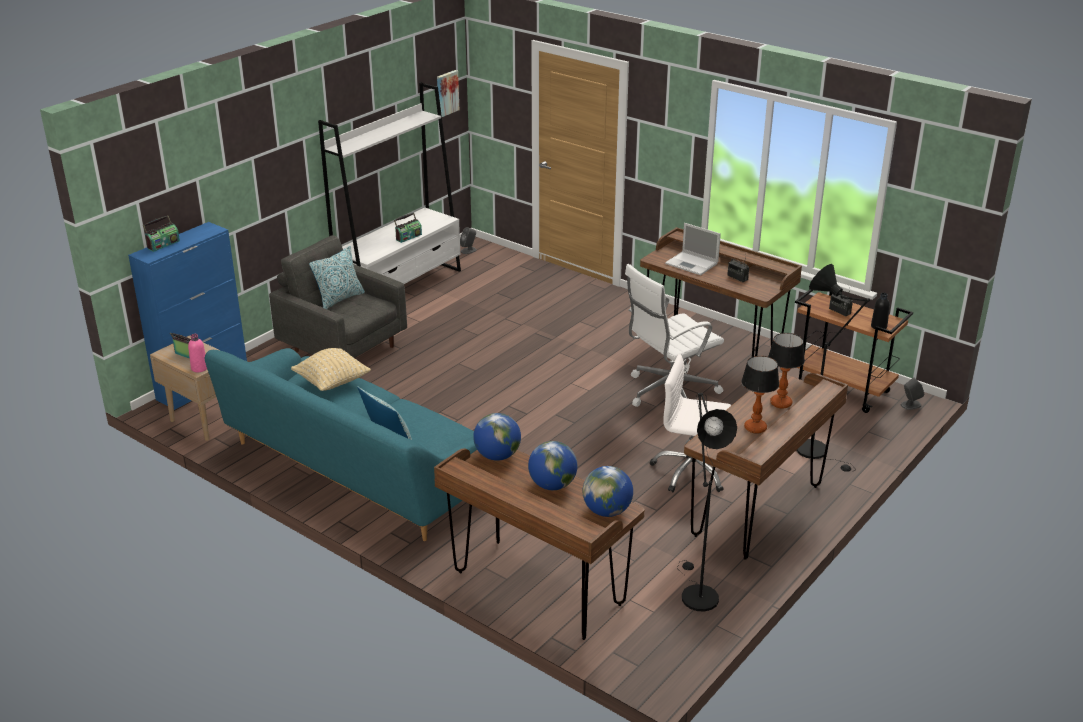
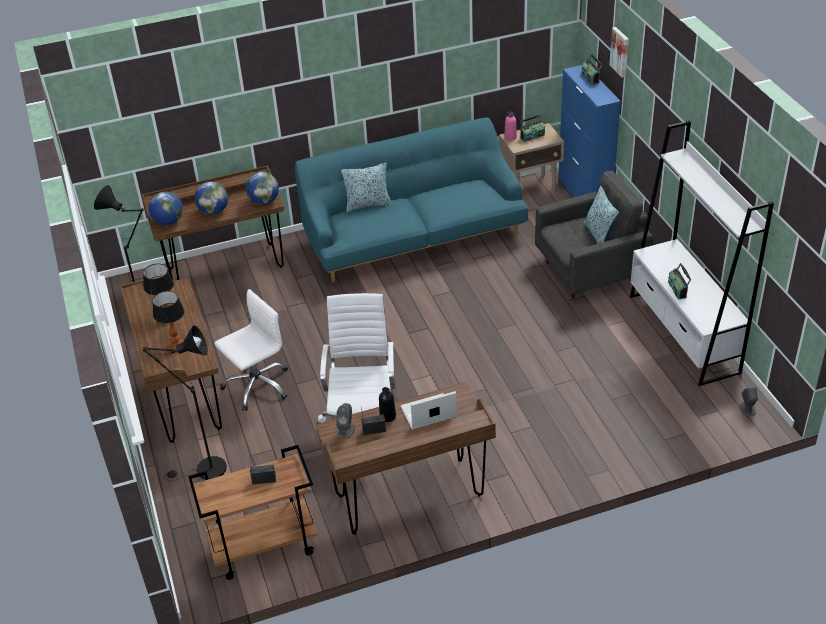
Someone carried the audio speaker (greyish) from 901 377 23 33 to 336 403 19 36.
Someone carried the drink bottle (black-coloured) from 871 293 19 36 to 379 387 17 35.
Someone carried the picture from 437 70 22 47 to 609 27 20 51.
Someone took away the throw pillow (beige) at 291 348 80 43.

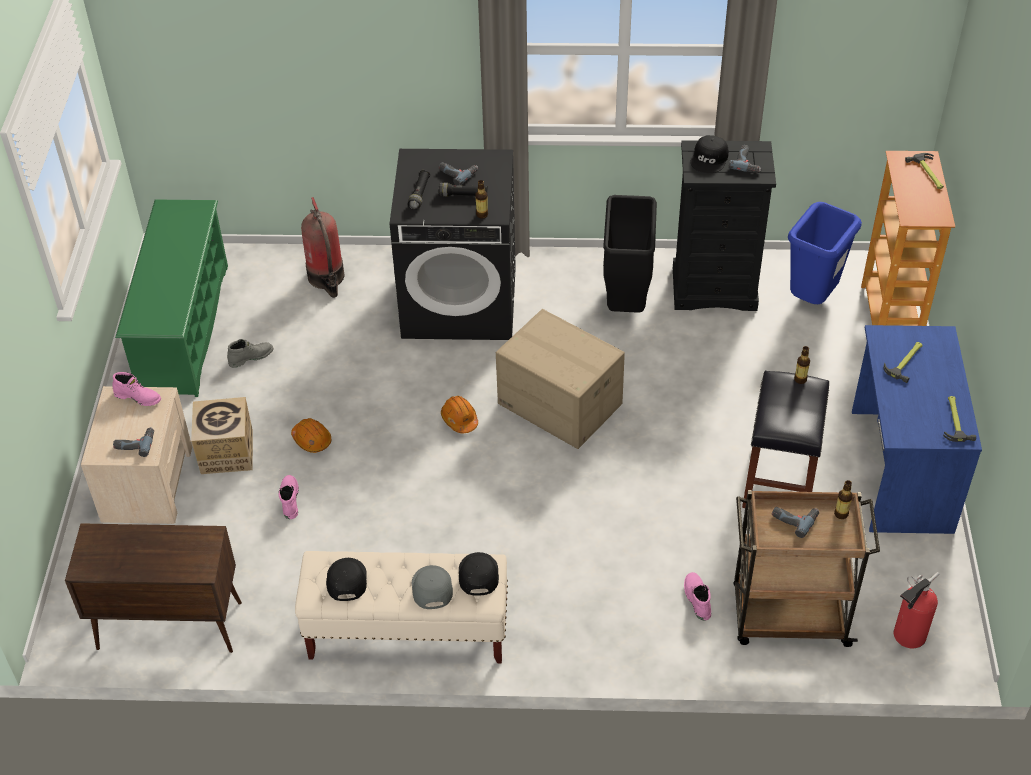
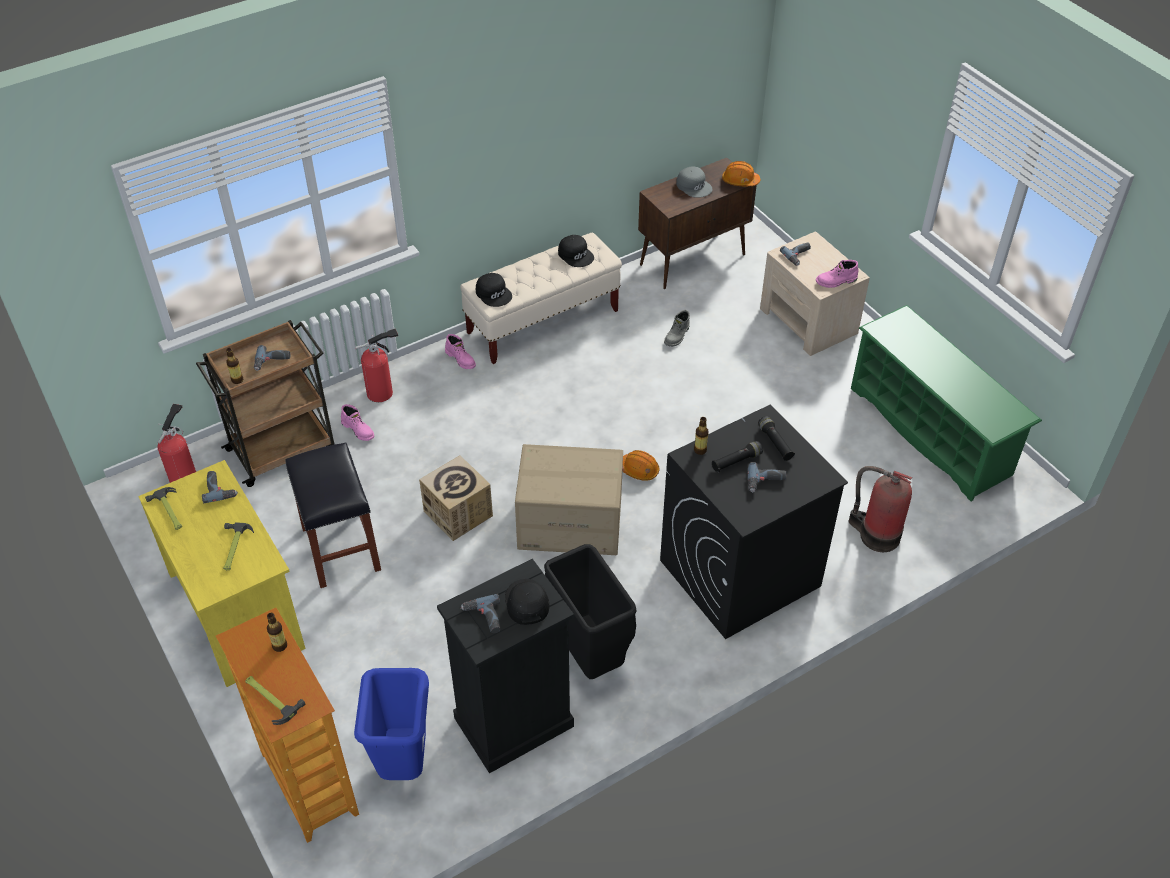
Someone repainted the desk (blue) at 852 325 130 209, which became the desk (yellow-coloured) at 138 460 168 227.
Someone put down the power drill at 202 471 36 32.
Someone carried the drink bottle from 794 346 16 38 to 267 613 20 39.
Someone put down the fire-fighting cylinder at 355 329 43 73.
Someone carried the packing box from 191 397 62 77 to 419 455 74 86.
Someone carried the boot (pinkish) from 278 475 21 44 to 445 334 31 35.
Someone carried the boot (greyish) from 227 339 46 29 to 664 310 26 37.
Someone carried the baseball cap (greyish) from 412 565 41 44 to 676 166 36 32.
Someone carried the work helmet (orangey) from 291 418 40 35 to 722 161 38 25.

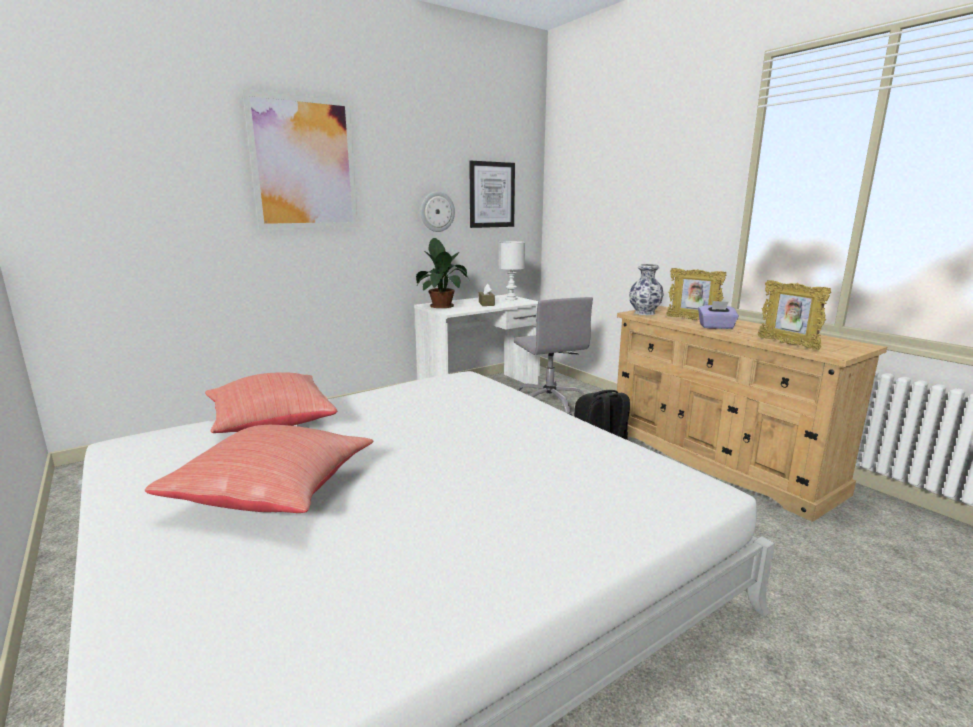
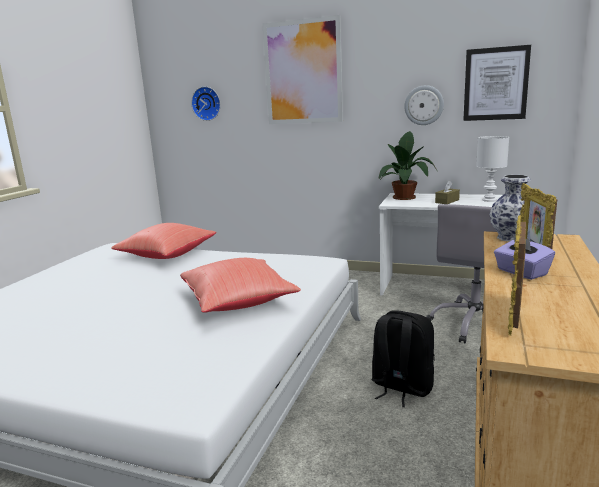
Someone carried the throw pillow (red) from 145 425 228 88 to 180 258 121 55.
Someone put up the clock on the wall at 191 86 30 35.

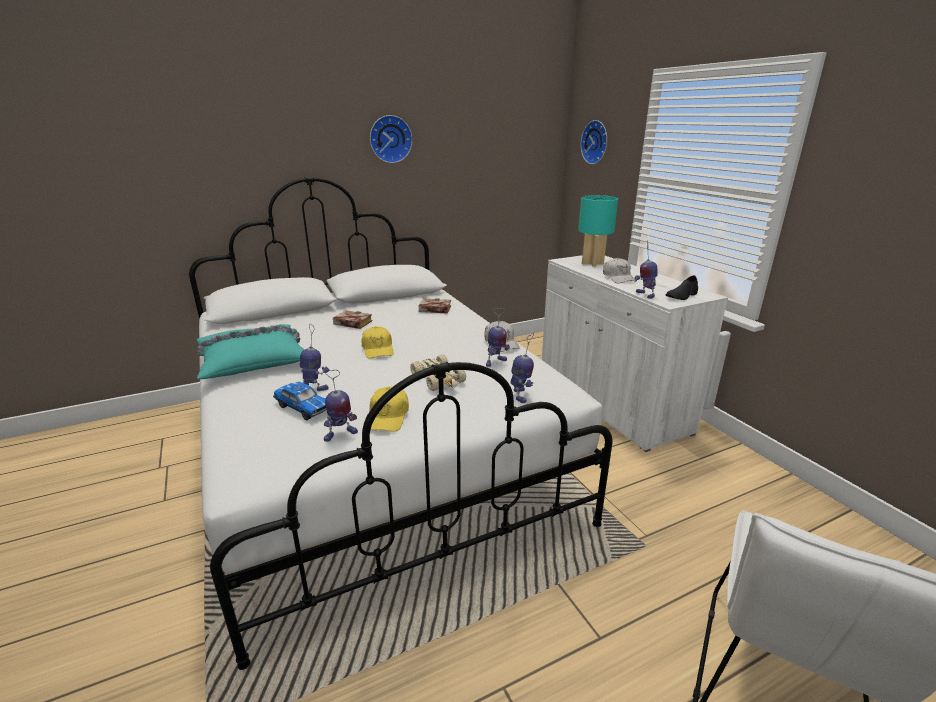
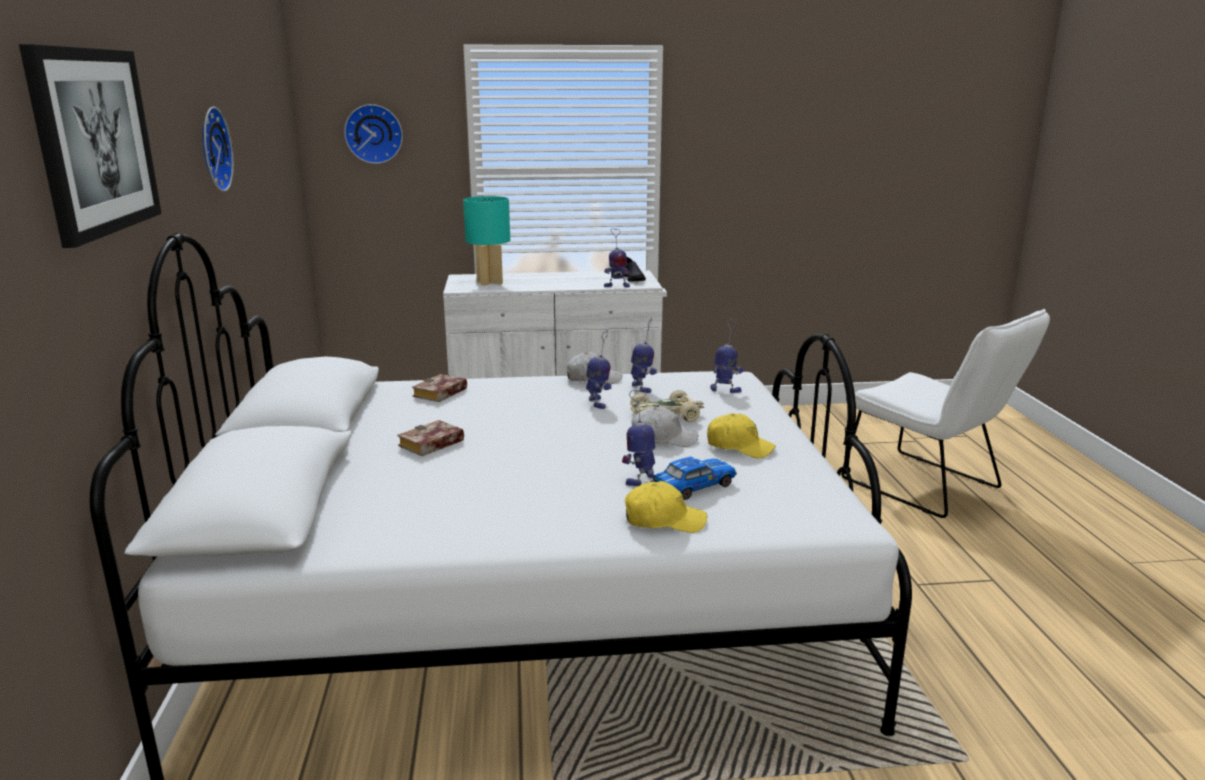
Someone put up the picture at 19 44 143 204.
Someone carried the model robot from 324 369 34 73 to 586 330 26 79.
Someone carried the baseball cap (yellow-coloured) from 361 326 33 33 to 625 481 82 52.
Someone carried the baseball cap (white-coloured) from 603 258 33 25 to 631 407 67 40.
Someone took away the throw pillow (blue-green) at 197 324 107 55.

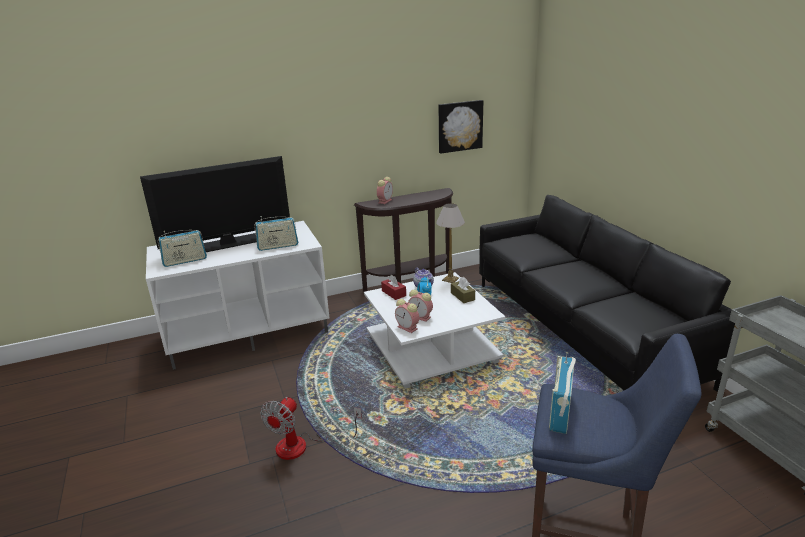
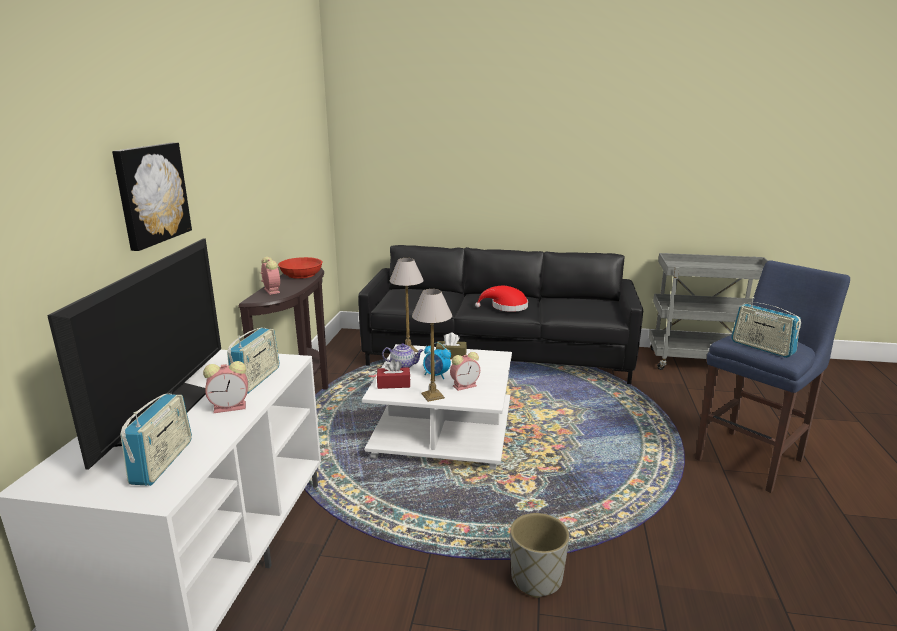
Someone carried the picture from 439 100 44 53 to 112 143 80 108.
Someone carried the alarm clock from 395 299 24 34 to 203 361 45 52.
Someone put down the bowl (red) at 278 257 45 22.
Someone put down the table lamp at 412 289 40 113.
Someone put down the hat (red) at 475 286 53 26.
Someone swapped the electric fan at 260 397 102 63 for the planter (greyish) at 510 513 59 85.

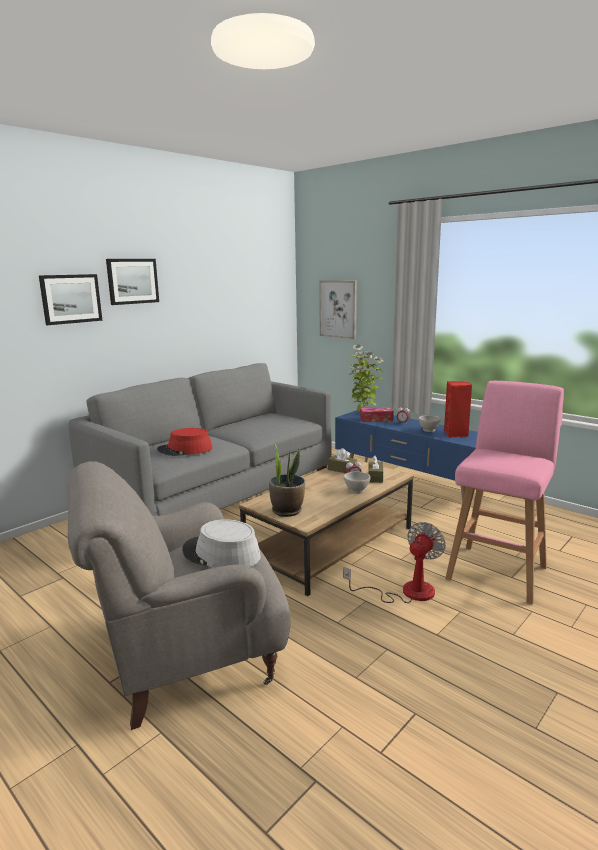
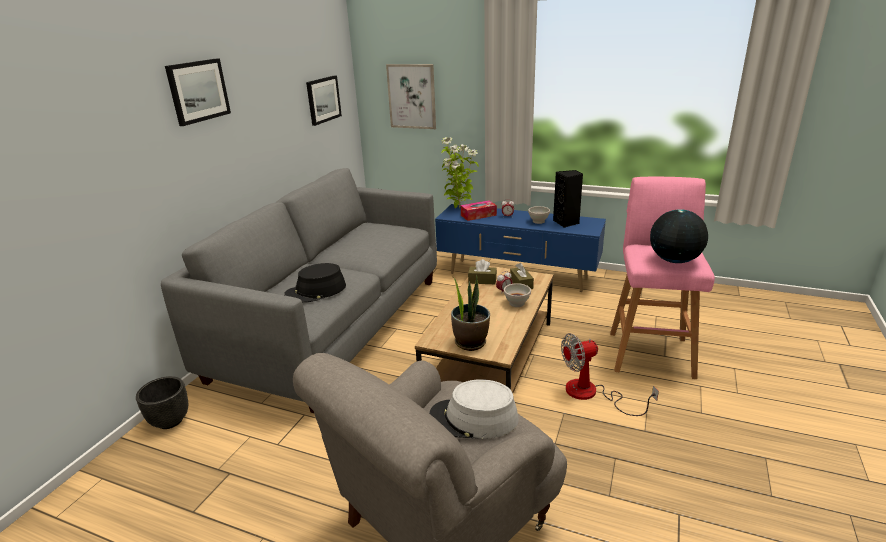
Someone put down the planter (black-coloured) at 136 376 52 53.
Someone repainted the hat (red) at 157 428 55 28, which became the hat (black-coloured) at 284 263 62 40.
Someone carried the picture from 39 274 63 51 to 306 76 36 50.
Someone repainted the audio speaker (red) at 444 381 28 57, which became the audio speaker (black-coloured) at 553 170 30 58.
Someone rotated the electric fan at 343 522 103 81 by 120 degrees counterclockwise.
Someone put down the world globe at 650 209 58 54.

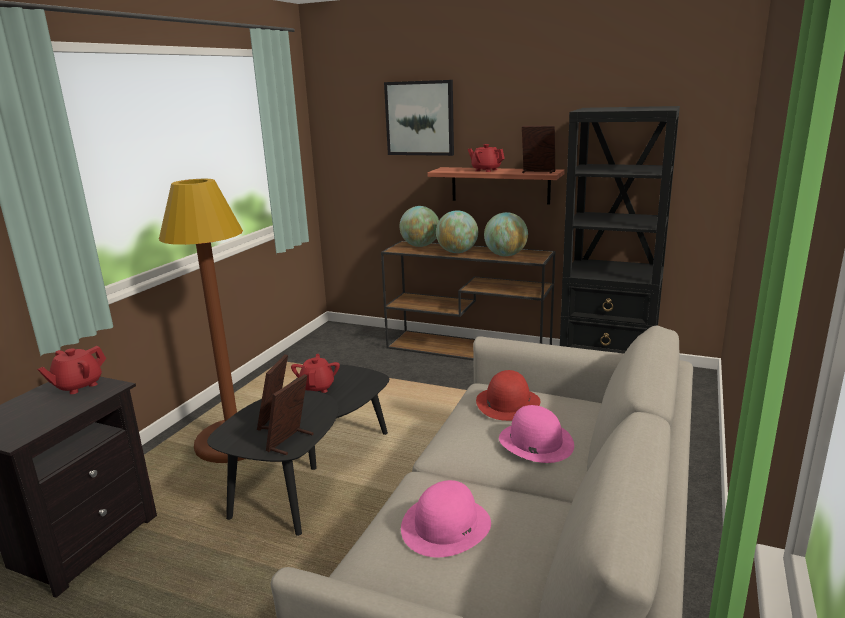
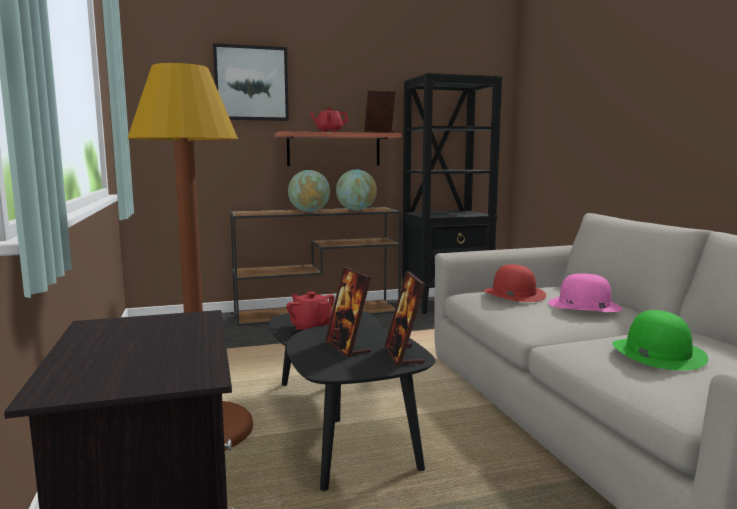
Someone repainted the hat (pinkish) at 401 480 90 77, which became the hat (greenish) at 612 310 96 60.
Someone took away the pot for tea (red) at 37 346 69 48.
Someone took away the world globe at 399 206 40 41.

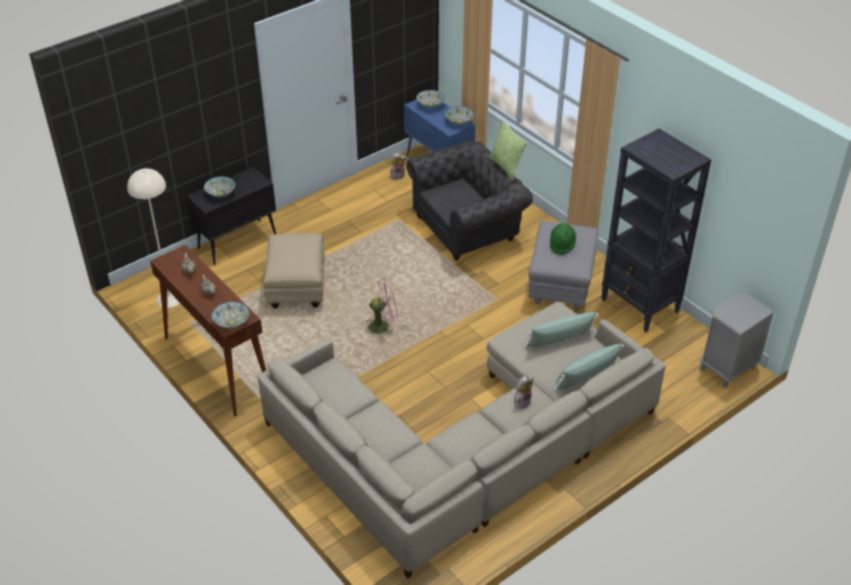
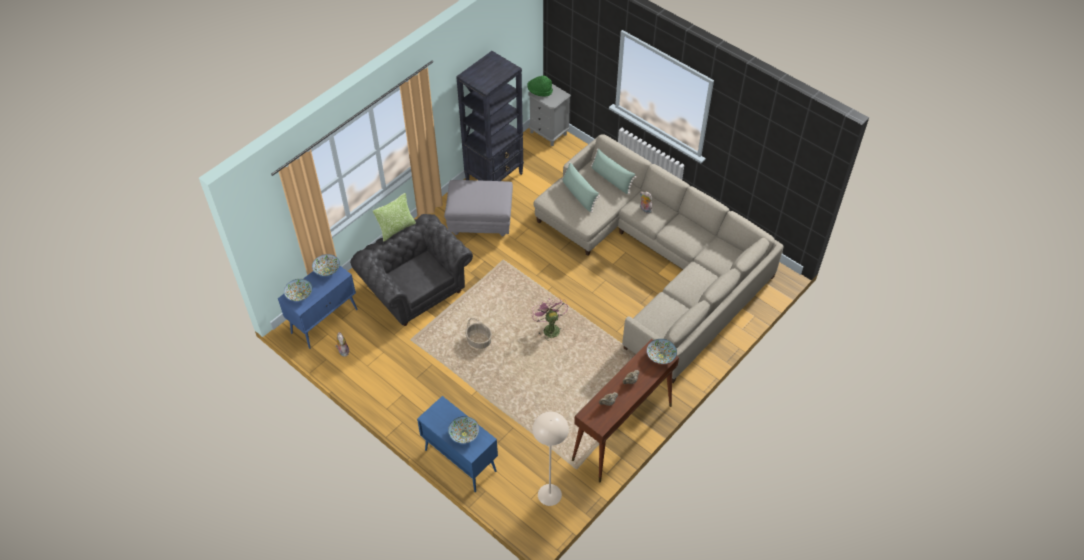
Someone repainted the cupboard (black-coloured) at 187 167 89 98, which became the cupboard (blue) at 417 396 81 96.
Someone put down the storage basket at 465 318 27 31.
Someone carried the hat (greenish) from 550 223 26 32 to 528 76 25 21.
Someone took away the ottoman (beige) at 263 233 62 75.

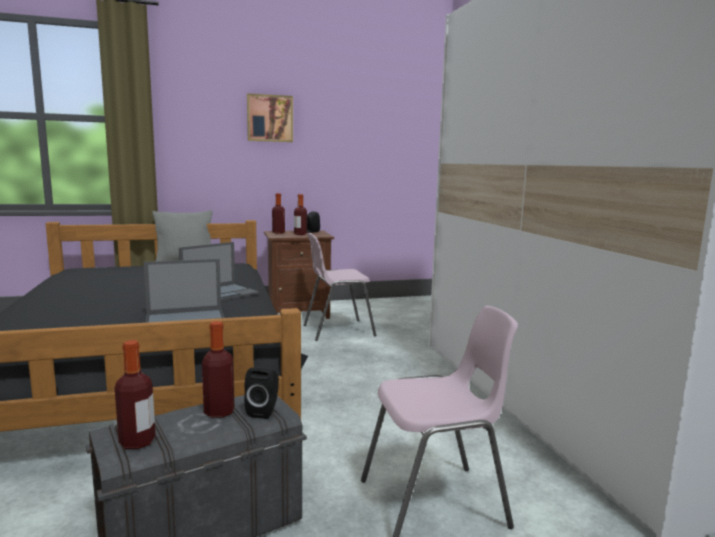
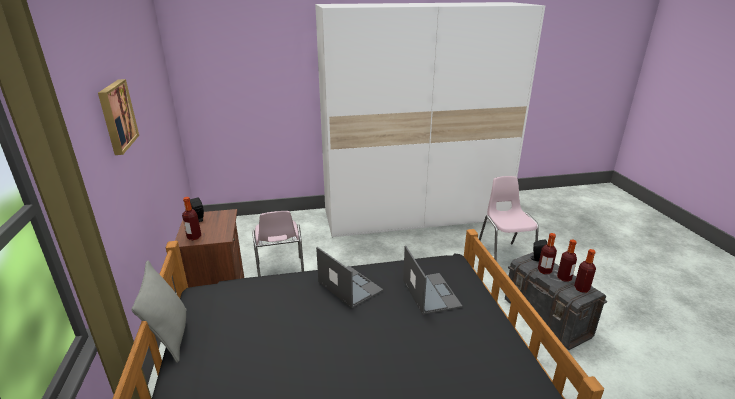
Someone carried the drink bottle from 294 194 13 41 to 557 239 20 43.

